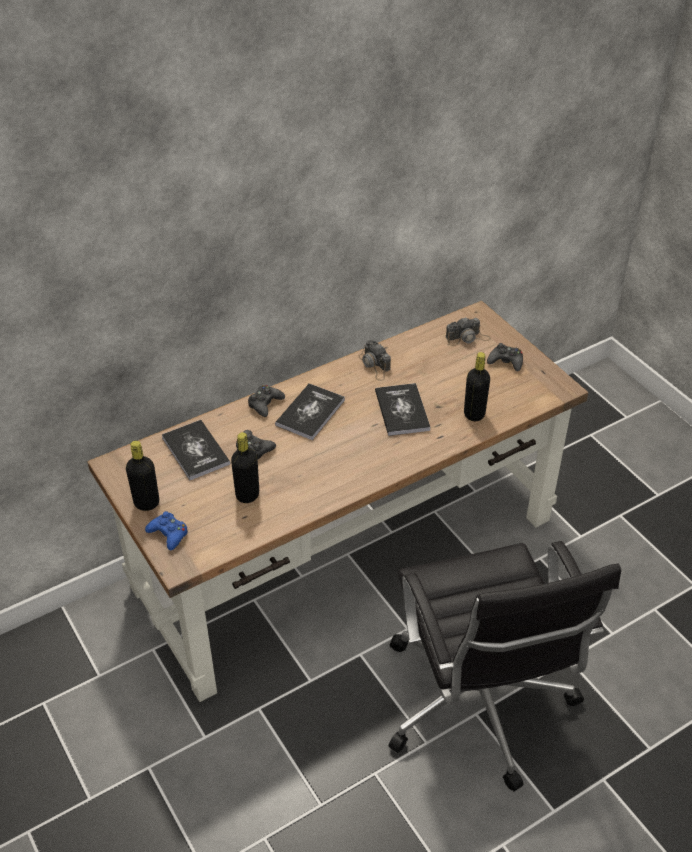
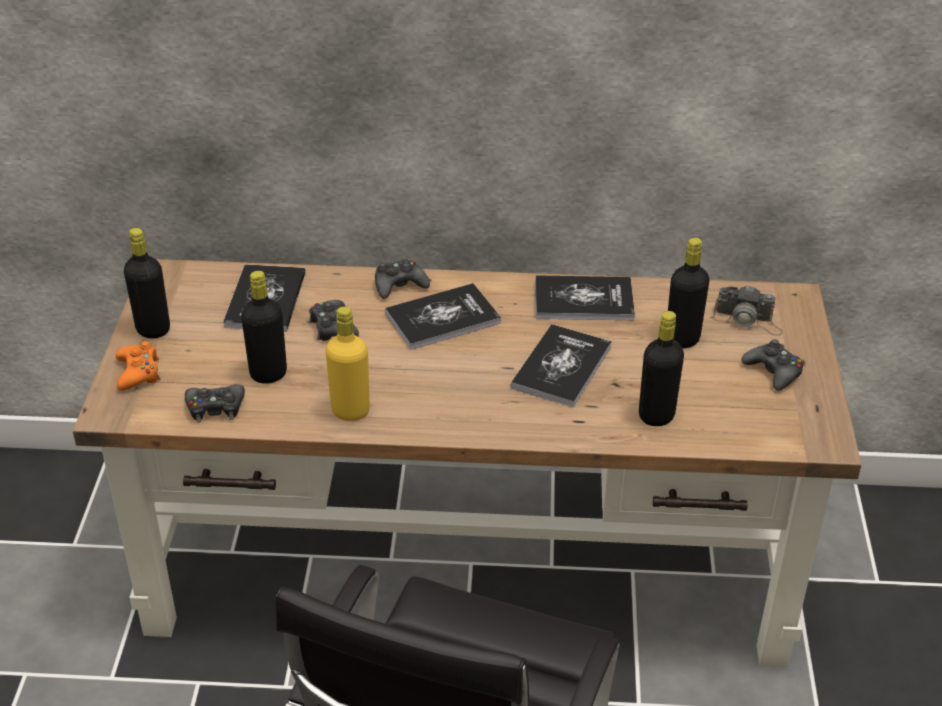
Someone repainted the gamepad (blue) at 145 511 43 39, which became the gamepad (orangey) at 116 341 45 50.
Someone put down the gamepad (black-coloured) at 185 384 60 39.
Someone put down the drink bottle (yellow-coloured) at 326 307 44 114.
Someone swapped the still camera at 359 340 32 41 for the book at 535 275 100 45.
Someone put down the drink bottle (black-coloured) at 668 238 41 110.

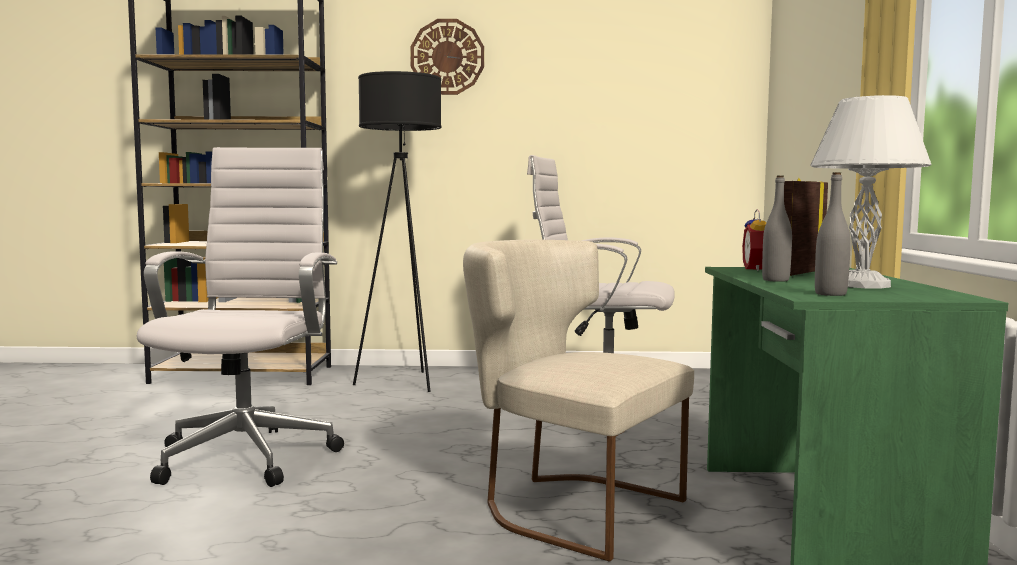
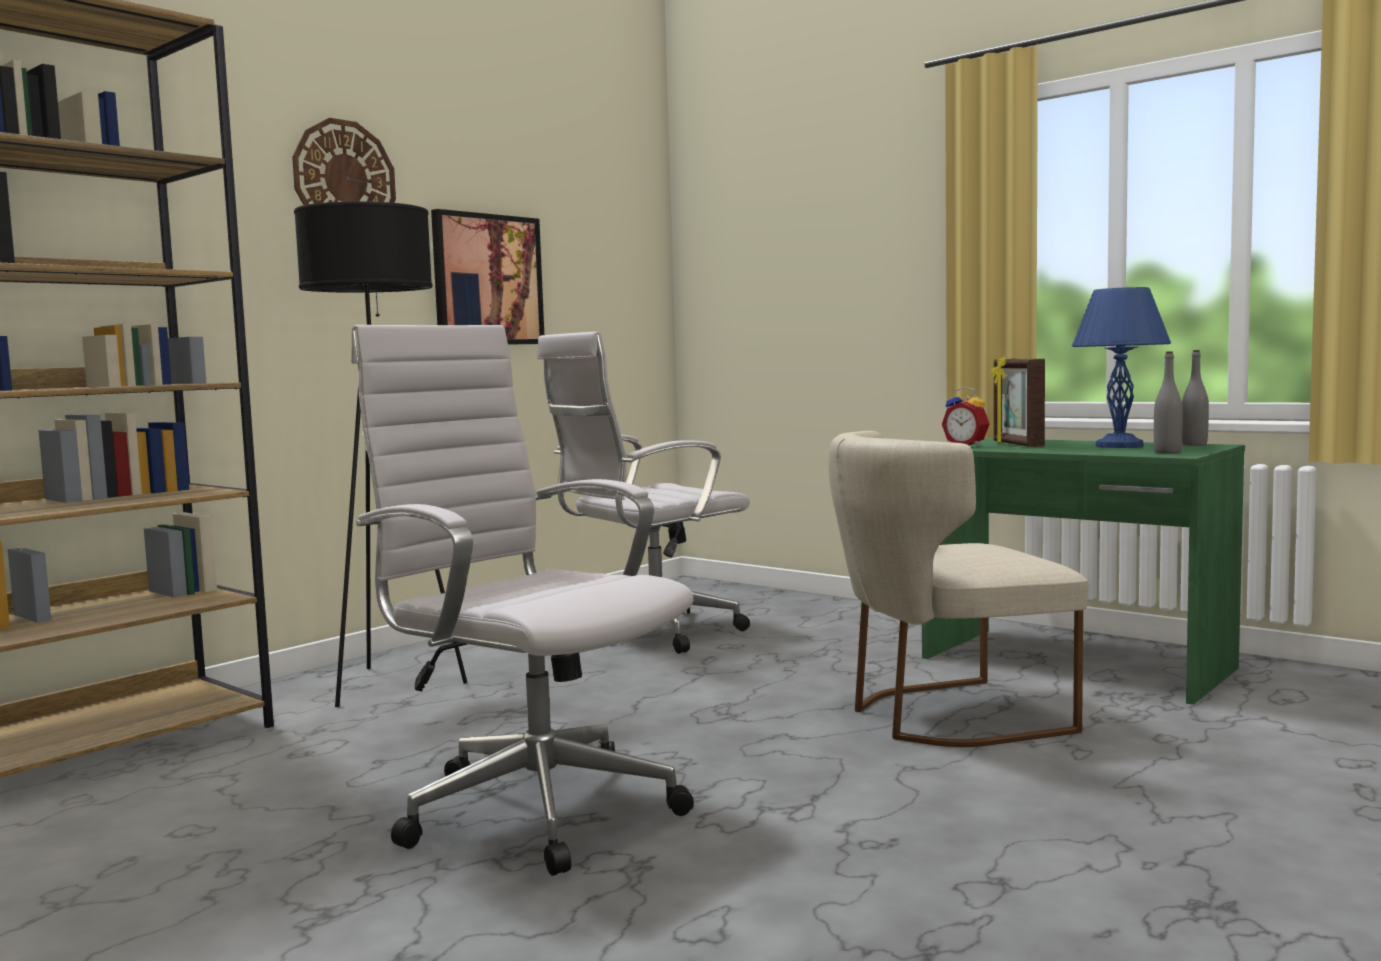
Someone put up the picture at 431 209 113 136.
Someone repainted the table lamp (white-coloured) at 810 95 122 193, which became the table lamp (blue) at 1072 287 99 161.
Someone carried the drink bottle (greyish) from 762 176 30 106 to 1182 350 27 96.

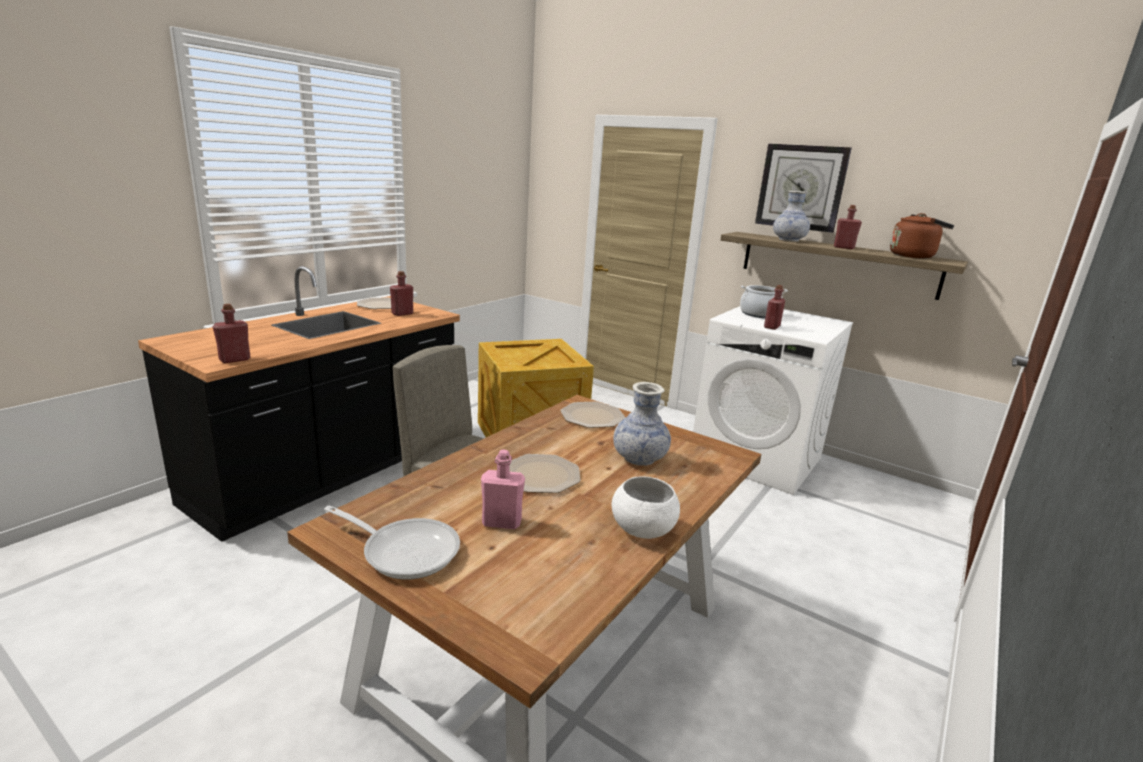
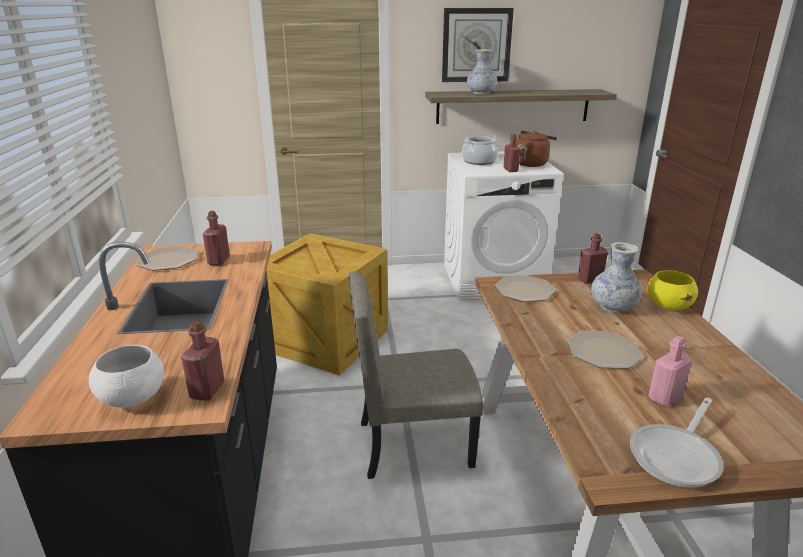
Someone carried the bowl (white-coloured) from 612 476 68 63 to 89 345 75 63.
Someone carried the tea kettle (brown) from 890 213 64 46 to 516 131 41 36.
Someone carried the drink bottle (red) from 834 205 28 44 to 578 233 30 51.
Someone rotated the pan at 324 506 136 73 by 150 degrees clockwise.
Someone put down the bowl (yellow-coloured) at 647 270 51 40.

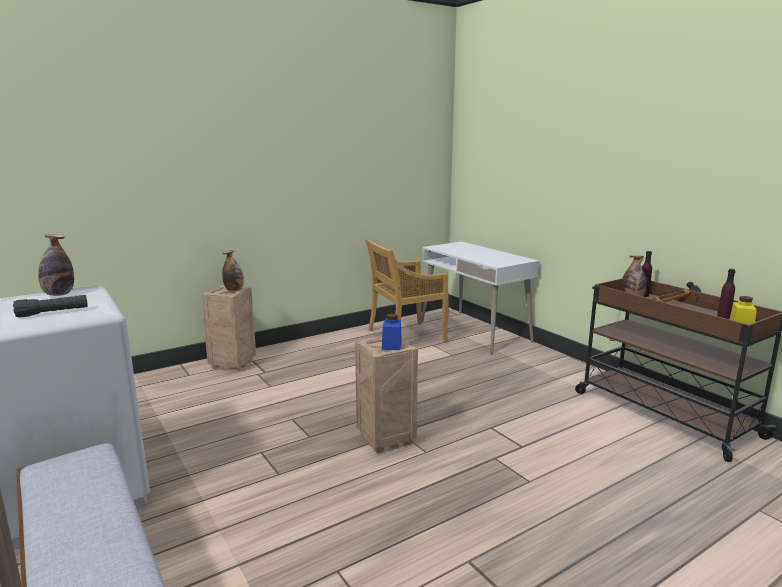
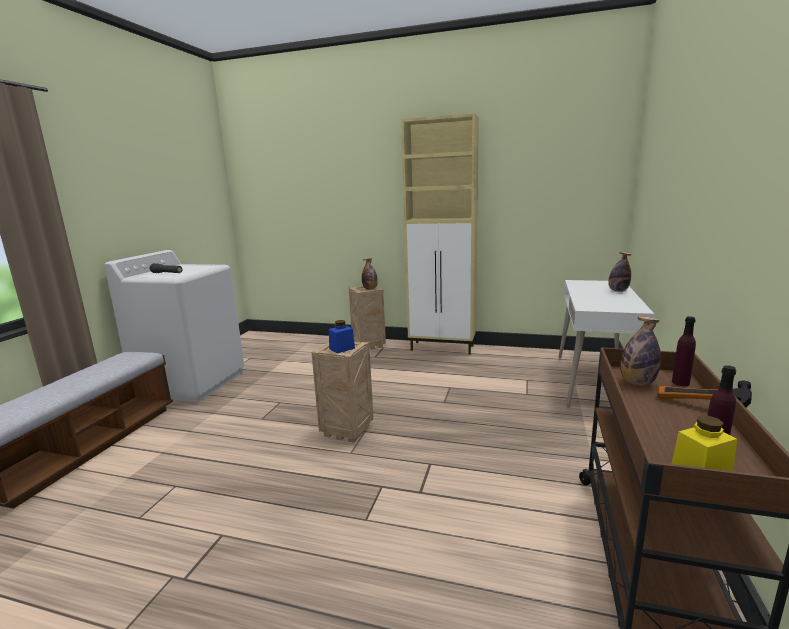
Someone put down the cupboard (beige) at 401 113 78 242.
Someone carried the drink bottle from 38 234 36 62 to 608 252 24 40.
Someone took away the plain chair (beige) at 365 238 84 104.

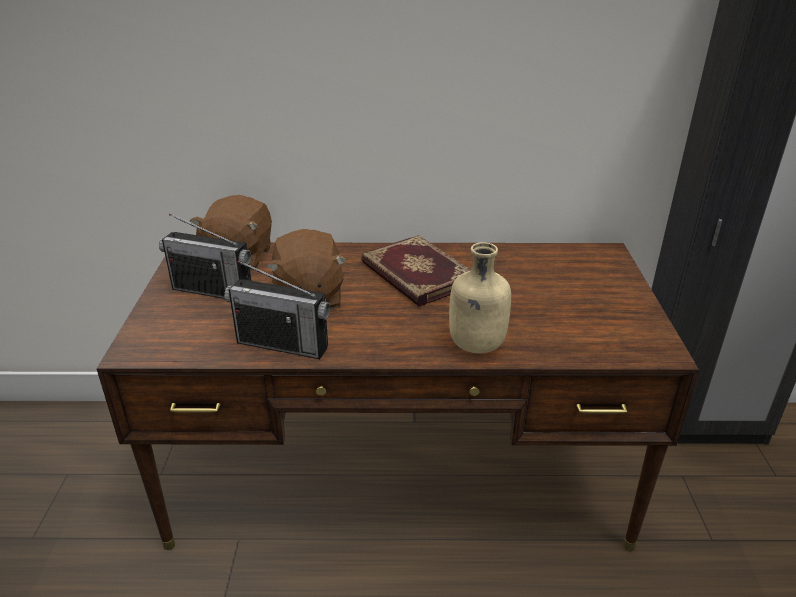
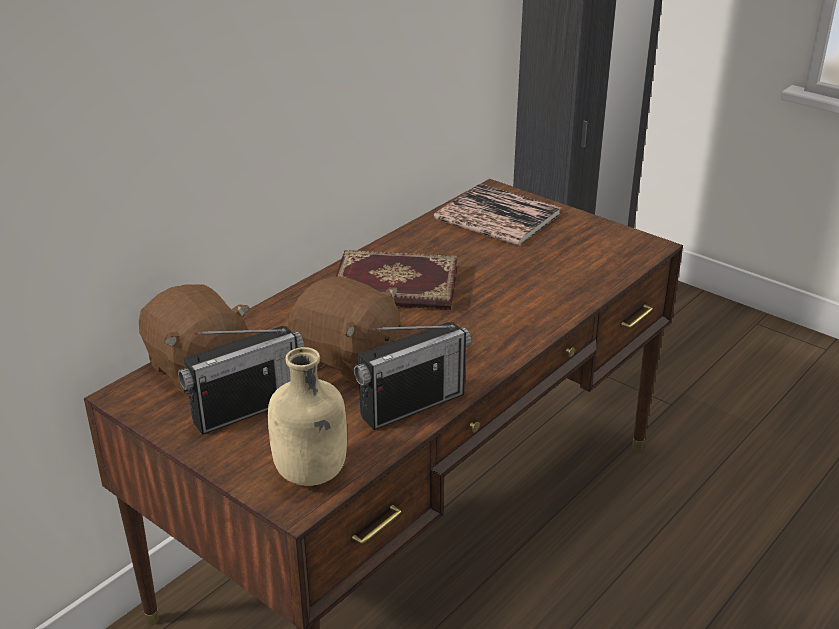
Someone carried the drink bottle (beige) from 449 242 62 112 to 268 347 79 139.
Someone put down the book at 434 184 127 62.

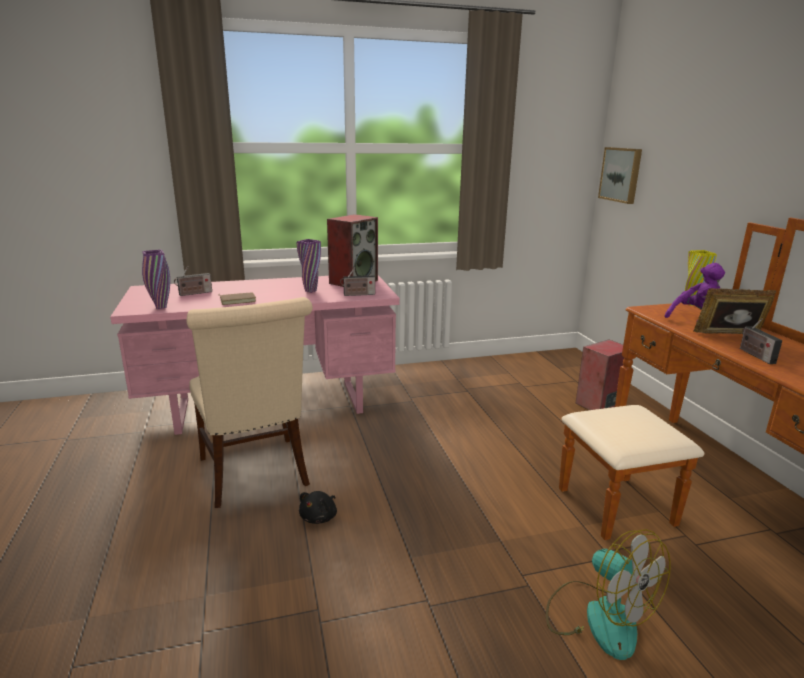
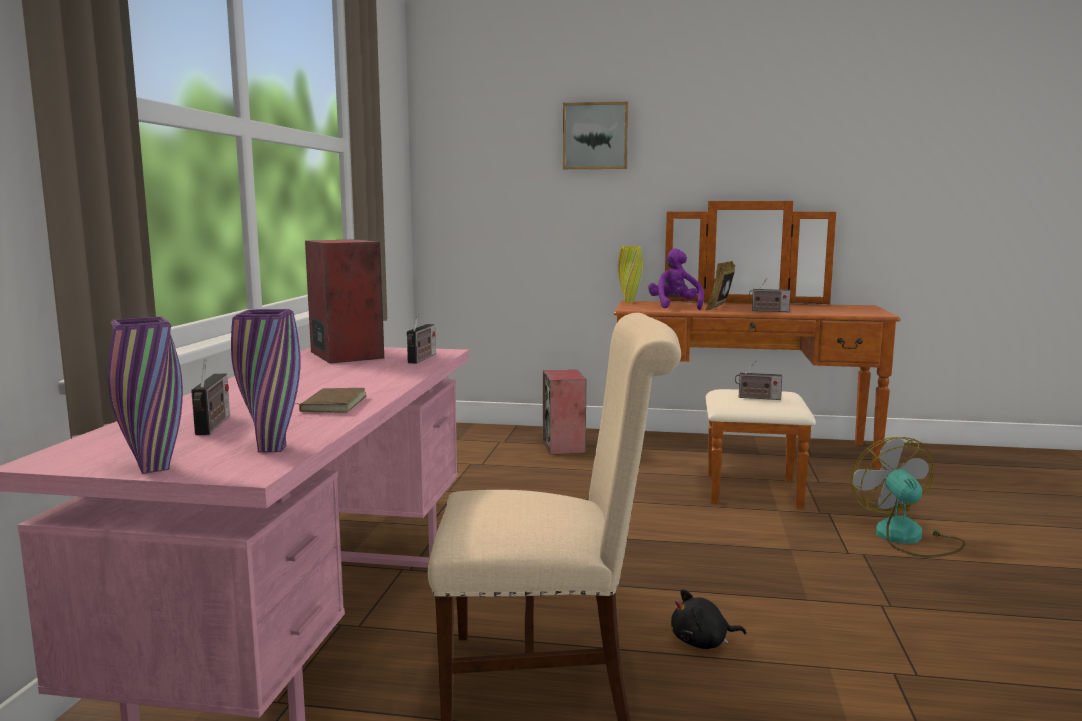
Someone carried the vase (purple) from 296 239 25 54 to 107 317 76 157.
Someone carried the picture from 598 147 44 57 to 563 101 65 68.
Someone rotated the plush toy (black-coloured) at 299 491 38 33 by 120 degrees clockwise.
Someone put down the radio receiver at 735 361 47 39.
Someone rotated the electric fan at 546 529 125 131 by 90 degrees counterclockwise.

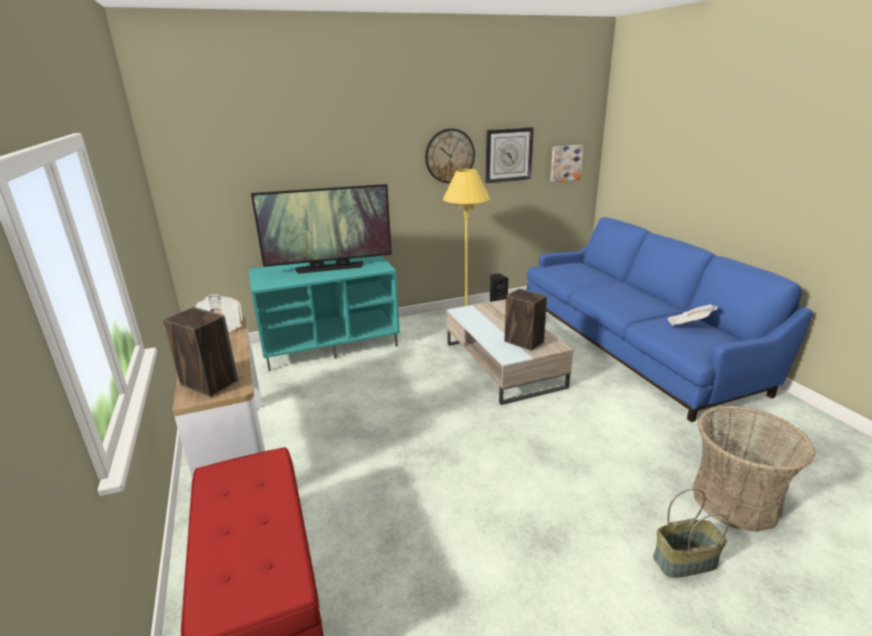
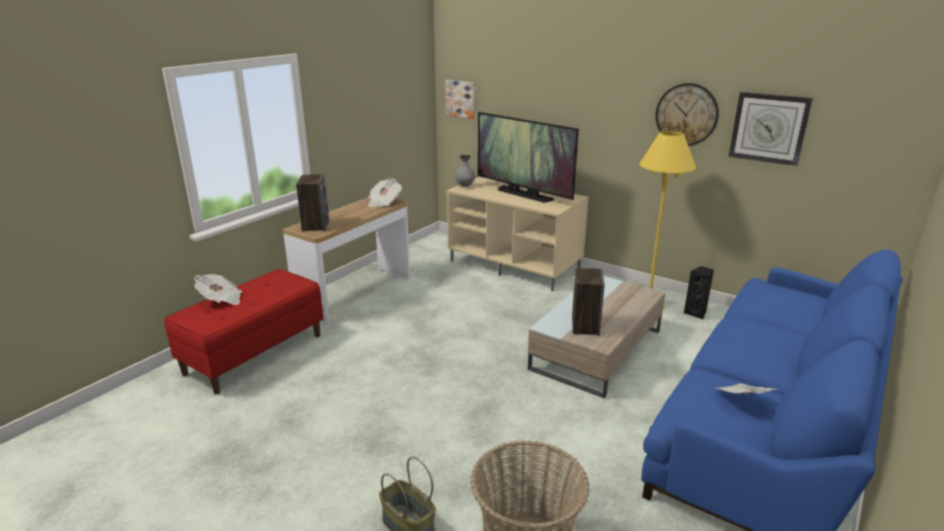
Someone put down the printed paper at 194 274 48 31.
Someone carried the picture from 550 145 34 37 to 445 80 31 39.
Someone repainted the tv stand (blue-green) at 248 256 152 115, which became the tv stand (beige) at 447 177 142 114.
Someone put down the vase (greyish) at 455 155 20 32.

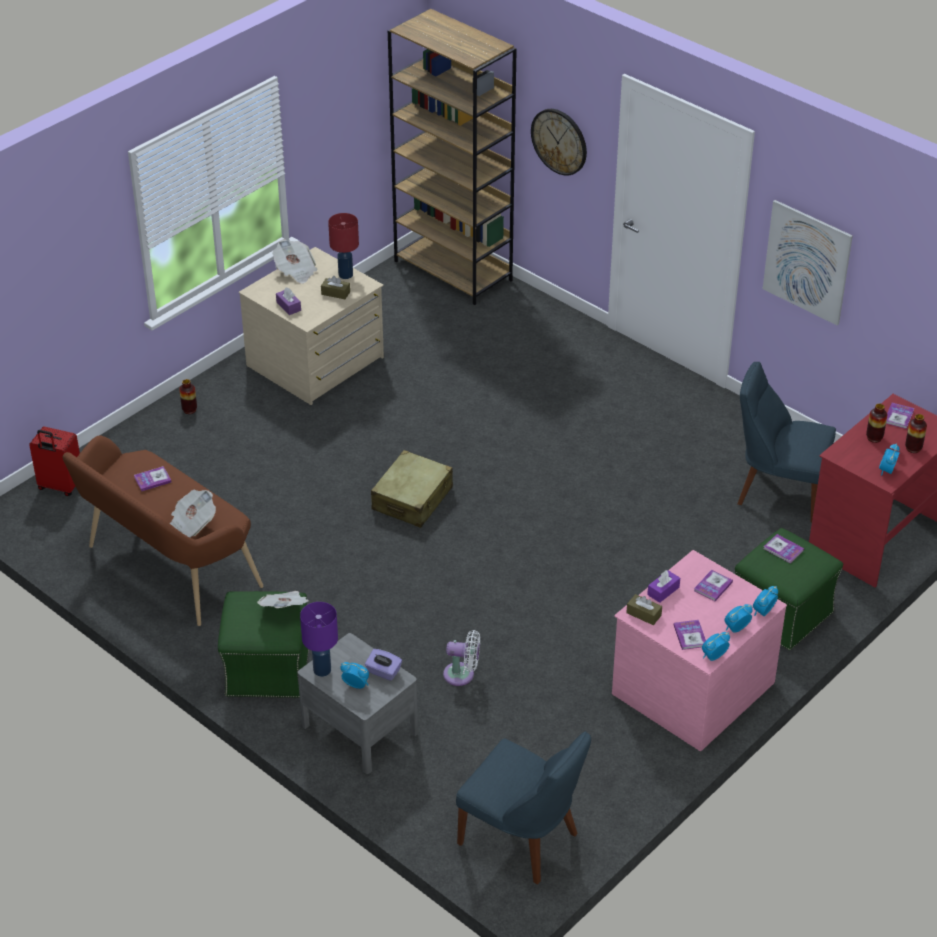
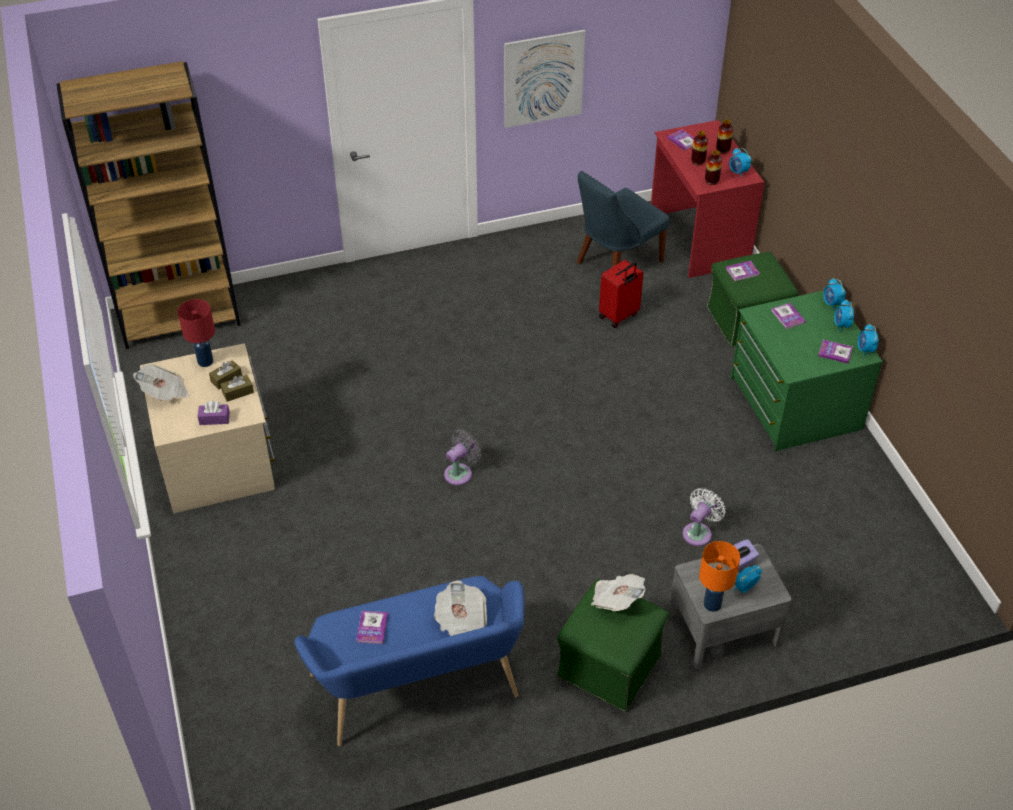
Someone carried the tissue holder (brown) from 626 594 36 31 to 220 375 34 27.
Someone repainted the bench (brown) at 62 436 202 190, which became the bench (blue) at 294 576 230 170.
Someone swapped the piece of luggage (beige) at 371 450 82 78 for the electric fan (greyish) at 444 429 37 56.
Someone carried the piece of luggage (red) from 29 427 51 69 to 599 260 44 68.
Someone repainted the table lamp (purple) at 300 602 38 75, which became the table lamp (orangey) at 699 541 41 71.
Someone carried the vase from 179 379 18 35 to 705 150 17 35.
Someone repainted the drawer chest (pinkish) at 612 550 175 201, which became the drawer chest (greenish) at 730 290 153 161.
Someone took away the plain chair (blue) at 456 732 135 152.
Someone took away the clock on the wall at 531 109 56 67.
Someone took away the tissue holder (purple) at 647 570 33 33.

